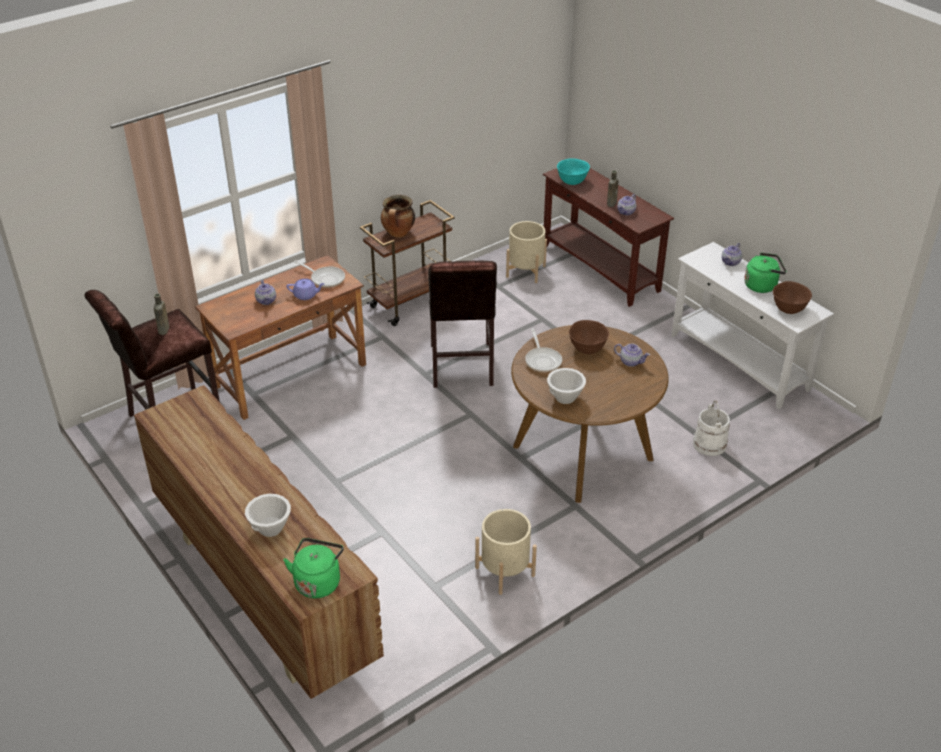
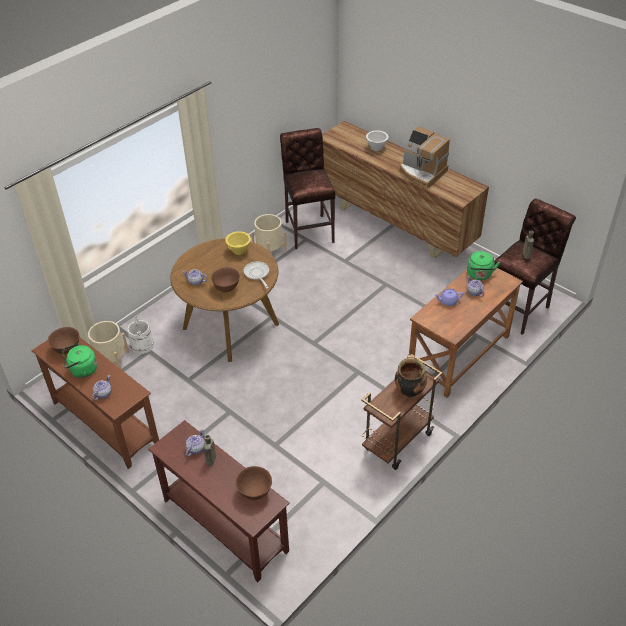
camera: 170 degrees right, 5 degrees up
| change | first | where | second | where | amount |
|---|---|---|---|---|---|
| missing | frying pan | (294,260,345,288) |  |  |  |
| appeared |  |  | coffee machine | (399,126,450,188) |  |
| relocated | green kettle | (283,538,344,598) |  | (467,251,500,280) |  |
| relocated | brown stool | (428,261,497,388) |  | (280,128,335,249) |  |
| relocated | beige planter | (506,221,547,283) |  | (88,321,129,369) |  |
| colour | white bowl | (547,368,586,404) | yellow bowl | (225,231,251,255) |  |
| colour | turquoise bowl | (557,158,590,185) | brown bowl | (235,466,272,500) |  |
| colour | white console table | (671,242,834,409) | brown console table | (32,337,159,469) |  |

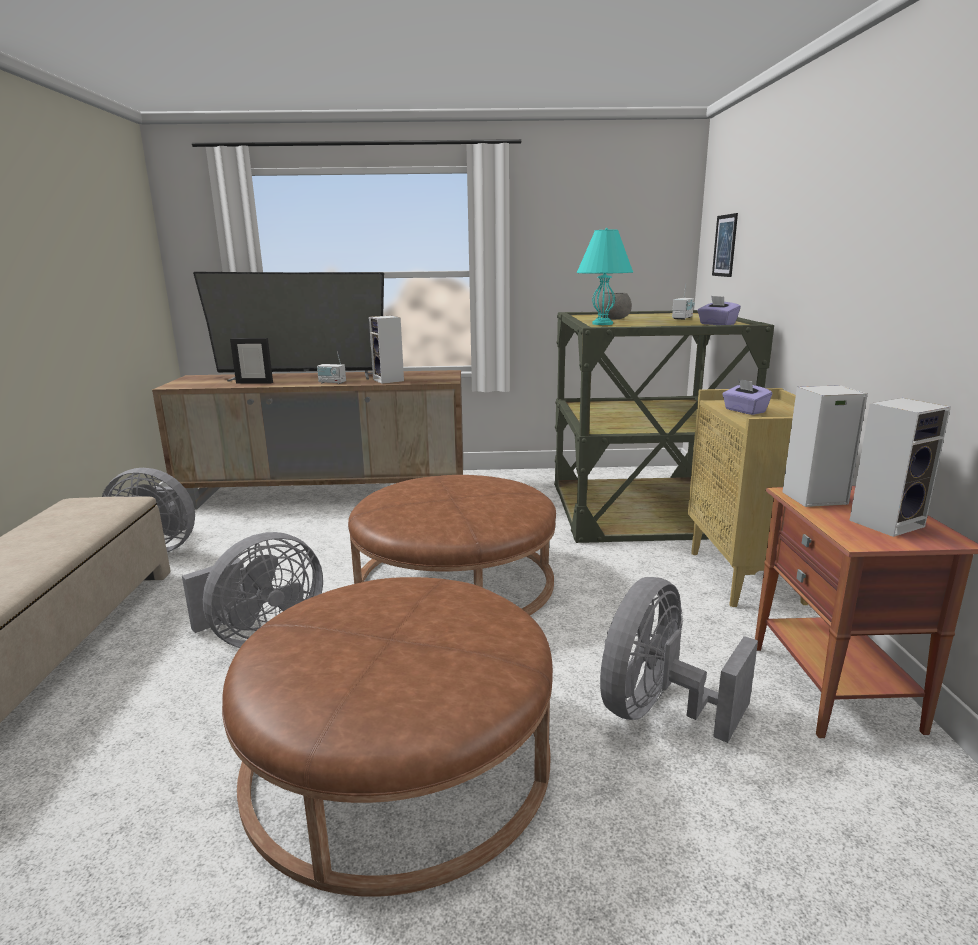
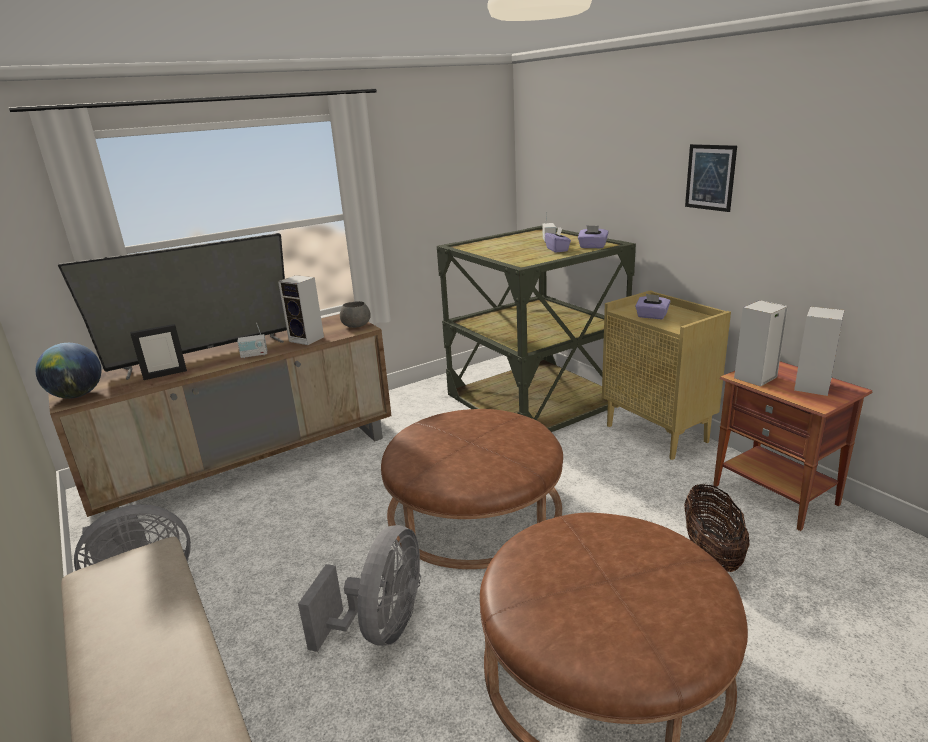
camera: 30 degrees left, 5 degrees up
| change | first | where | second | where | amount |
|---|---|---|---|---|---|
| missing | turquoise table lamp | (577,228,633,325) |  |  |  |
| appeared |  |  | globe | (35,343,101,398) |  |
| appeared |  |  | purple tissue box | (545,227,571,253) |  |
| relocated | grey bowl | (597,293,632,319) |  | (340,301,371,328) |  |
| relocated | picture | (712,213,738,277) |  | (685,144,737,212) |  |
| exchanged | grey fan | (600,577,758,743) | basket | (684,484,750,572) |  |

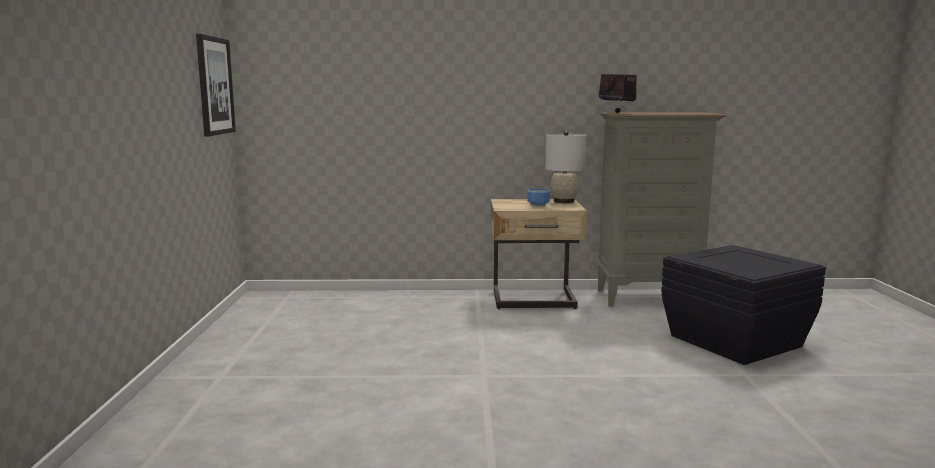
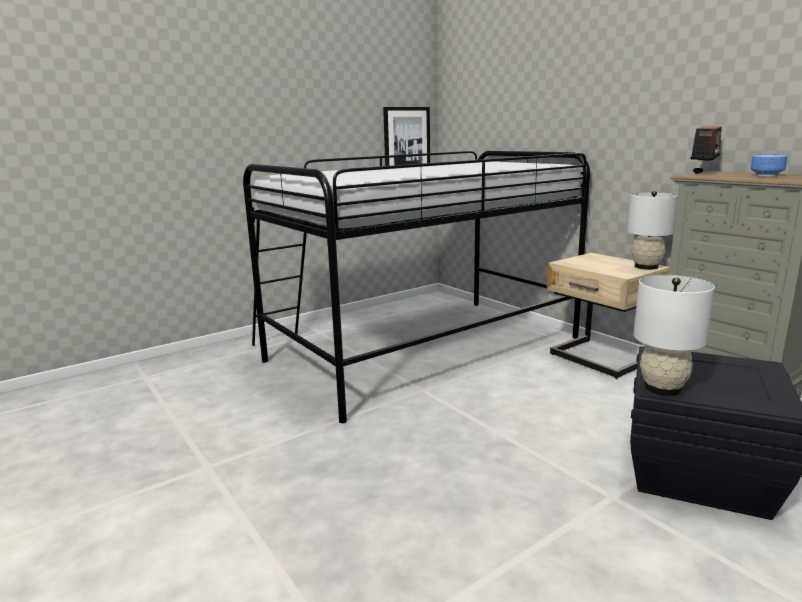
camera: 55 degrees right, 5 degrees up
| change | first | where | second | where | amount |
|---|---|---|---|---|---|
| appeared |  |  | black bed | (243,151,590,423) |  |
| appeared |  |  | white table lamp | (633,275,715,396) |  |
| relocated | bowl | (527,188,550,207) |  | (751,154,788,176) |  |

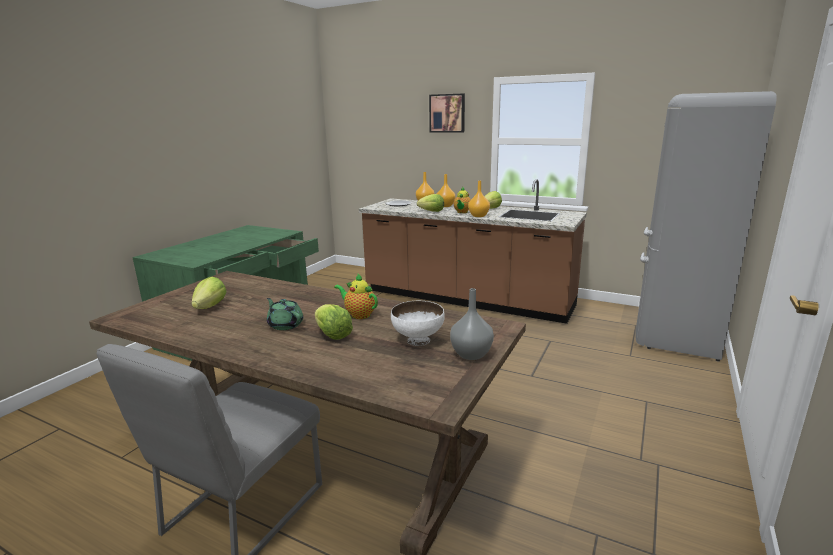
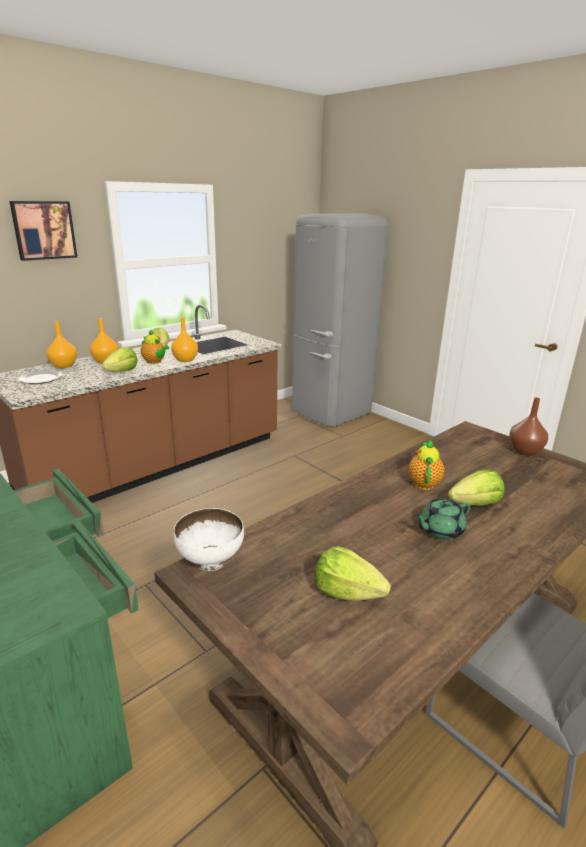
camera: 70 degrees left, 5 degrees up
| change | first | where | second | where | amount |
|---|---|---|---|---|---|
| relocated | white bowl | (391,301,445,346) |  | (173,508,244,571) |  |
| colour | grey vase | (450,288,494,360) | brown vase | (509,398,548,456) |  |
| spun | teapot | (334,274,378,319) |  | (408,439,444,490) | 135 degrees clockwise |

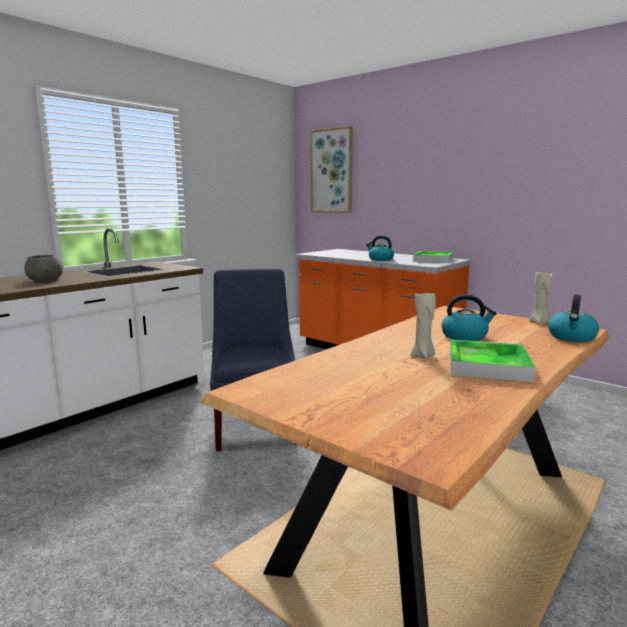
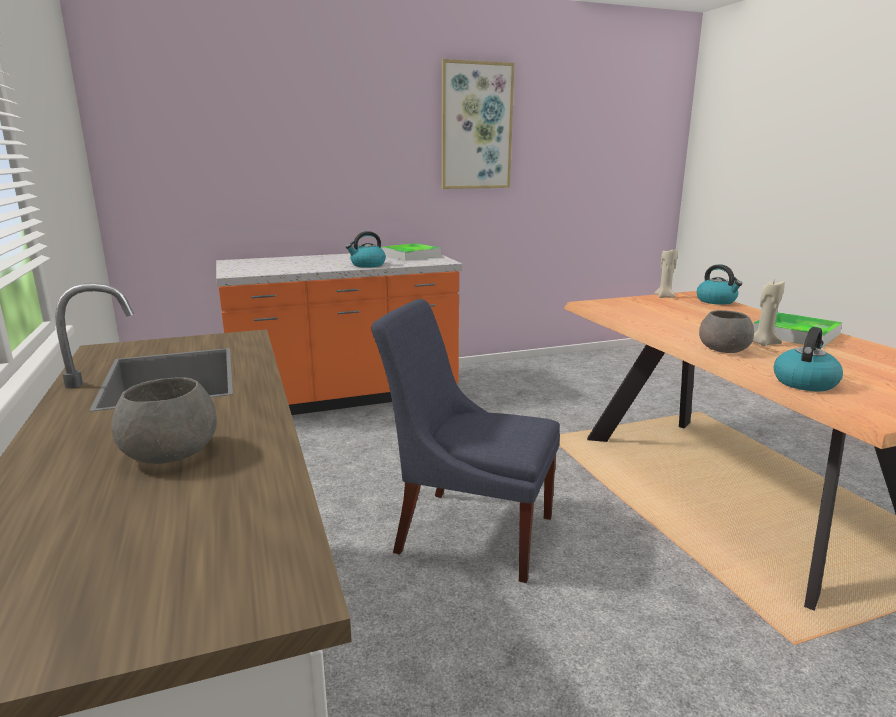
camera: 60 degrees left, 5 degrees up
| change | first | where | second | where | amount |
|---|---|---|---|---|---|
| appeared |  |  | grey bowl | (699,310,754,353) |  |
| relocated | picture | (310,126,353,213) |  | (441,59,515,189) |  |
| relocated | kettle | (442,294,497,341) |  | (774,327,843,391) |  |

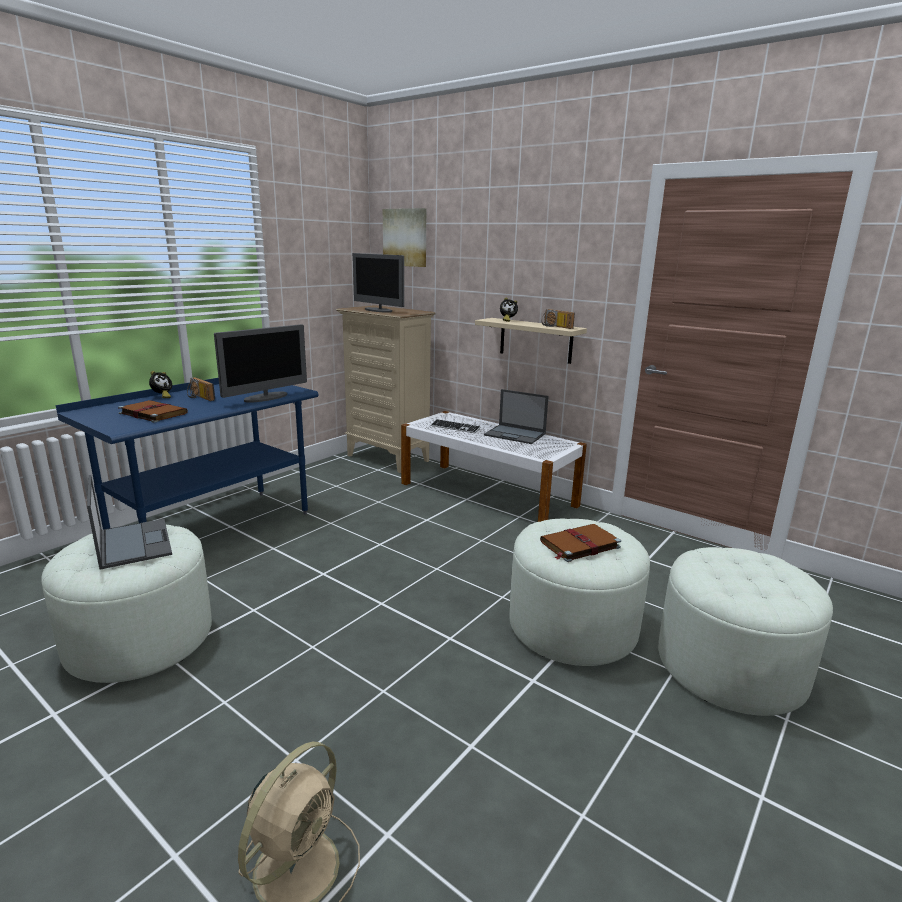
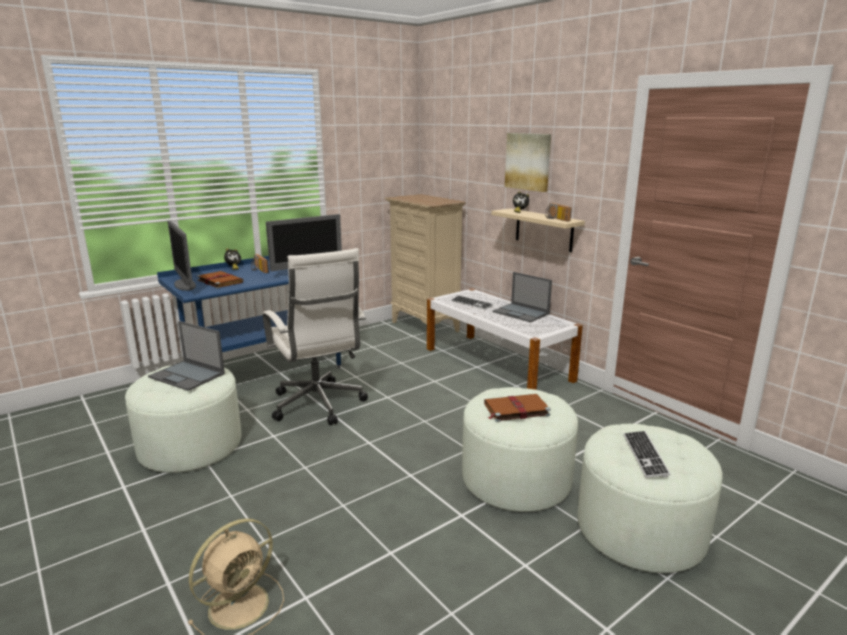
camera: 15 degrees right, 0 degrees up
| change | first | where | second | where | amount |
|---|---|---|---|---|---|
| appeared |  |  | white office chair | (263,248,368,425) |  |
| appeared |  |  | keyboard | (623,431,671,478) |  |
| relocated | monitor | (353,253,404,313) |  | (168,221,196,291) |  |
| relocated | picture | (383,208,426,267) |  | (505,133,551,192) |  |
| spun | laptop | (87,475,172,570) |  | (148,321,225,391) | 135 degrees clockwise |

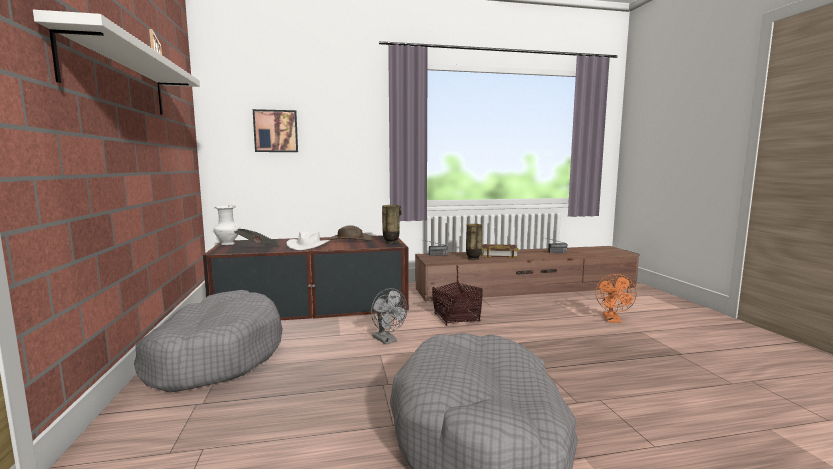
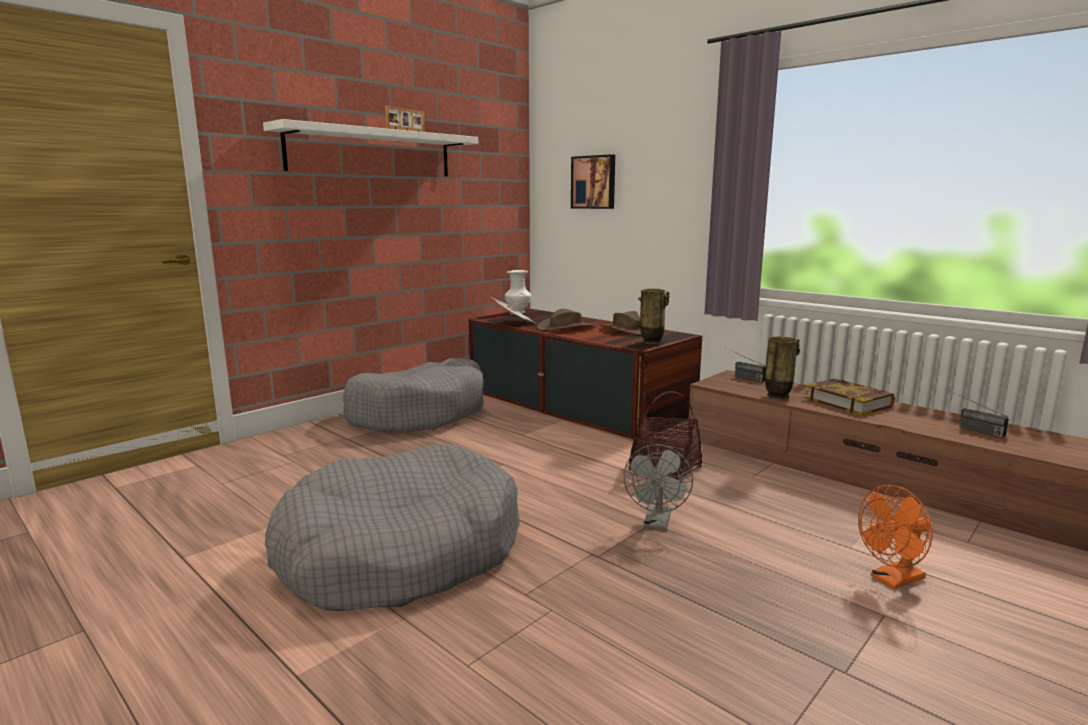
camera: 55 degrees right, 5 degrees up
| change | first | where | second | where | amount |
|---|---|---|---|---|---|
| relocated | grey fan | (371,288,407,345) |  | (624,444,693,530) |  |
| colour | white hat | (287,231,330,250) | brown hat | (537,309,595,331) |  |

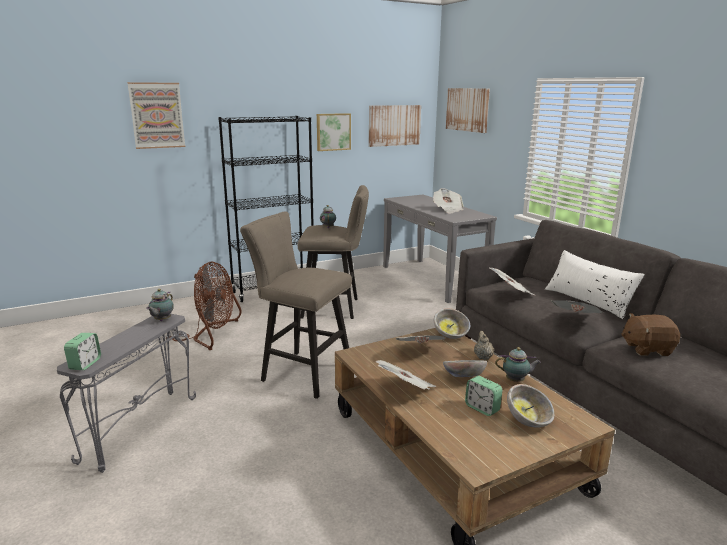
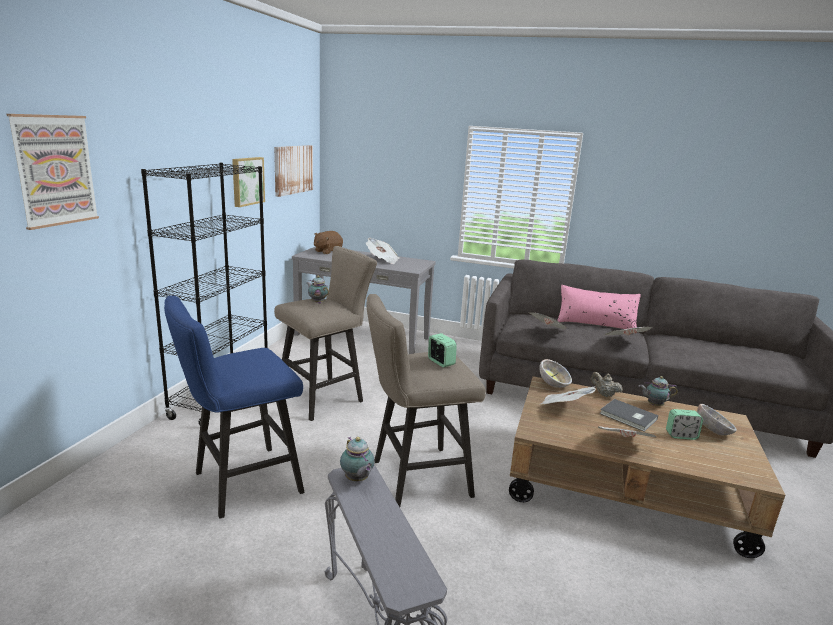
camera: 45 degrees left, 0 degrees up
| change | first | where | second | where | amount |
|---|---|---|---|---|---|
| missing | picture | (446,88,490,133) |  |  |  |
| relocated | alarm clock | (64,333,101,370) |  | (428,333,457,367) |  |
| relocated | brown plush toy | (621,313,680,356) |  | (314,231,343,254) |  |
| exchanged | brown fan | (166,262,241,350) | blue stool | (164,296,305,518) |  |
| exchanged | bowl | (443,360,487,377) | grey book | (599,399,658,431) |  |
| colour | white pillow | (545,250,645,319) | pink pillow | (557,285,641,329) |  |
| spun | teapot | (495,347,541,382) |  | (639,376,678,406) | 135 degrees counterclockwise |

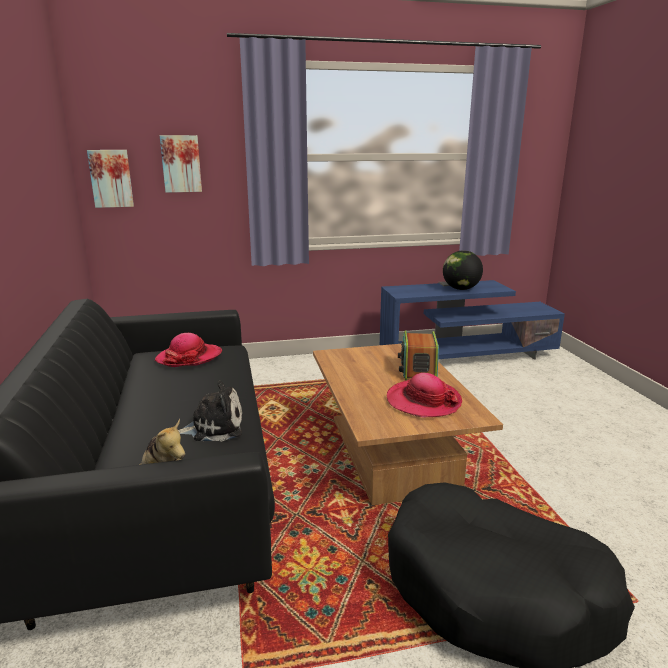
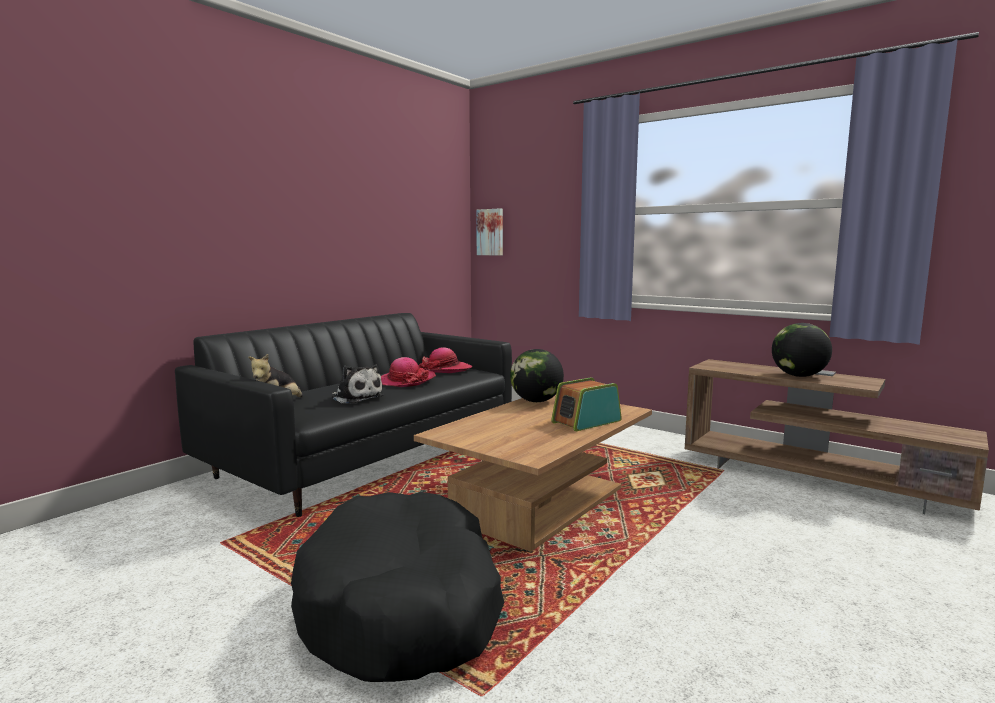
camera: 50 degrees right, 10 degrees down
| change | first | where | second | where | amount |
|---|---|---|---|---|---|
| missing | picture | (160,135,202,193) |  |  |  |
| appeared |  |  | globe | (510,349,564,402) |  |
| relocated | hat | (387,373,462,417) |  | (381,357,436,387) |  |
| colour | blue tv stand | (380,280,565,360) | brown tv stand | (685,359,989,514) |  |

